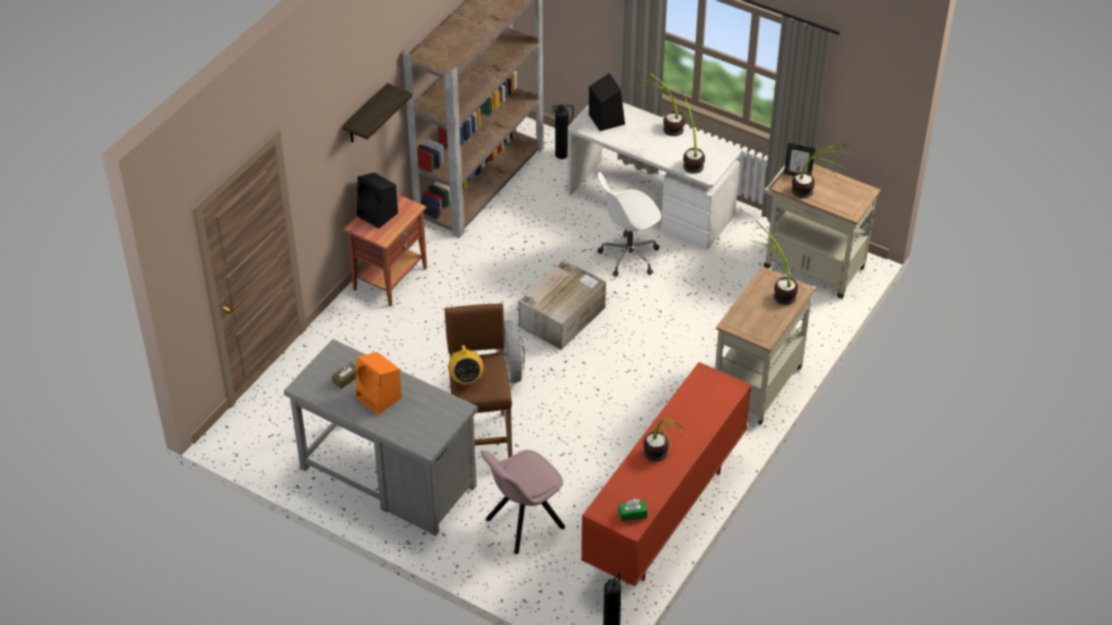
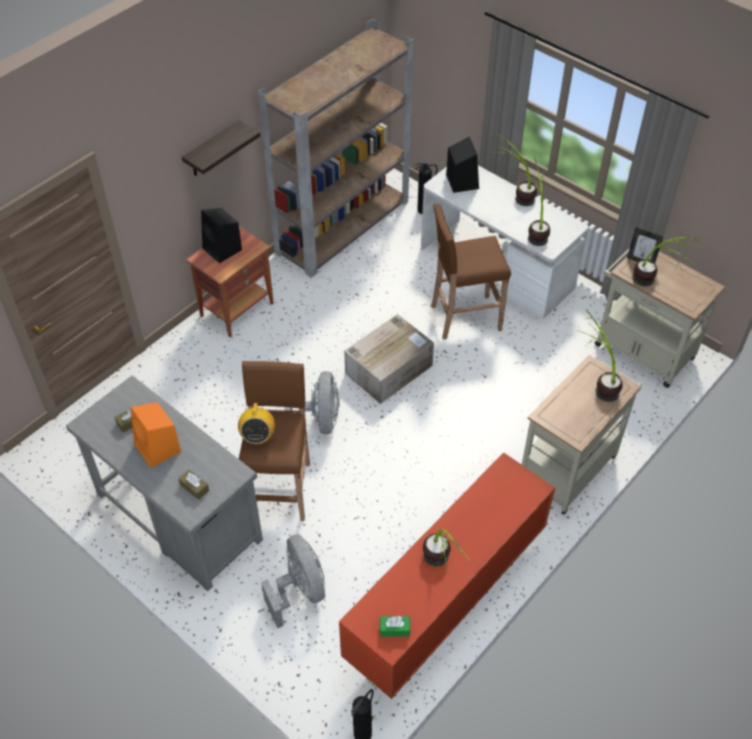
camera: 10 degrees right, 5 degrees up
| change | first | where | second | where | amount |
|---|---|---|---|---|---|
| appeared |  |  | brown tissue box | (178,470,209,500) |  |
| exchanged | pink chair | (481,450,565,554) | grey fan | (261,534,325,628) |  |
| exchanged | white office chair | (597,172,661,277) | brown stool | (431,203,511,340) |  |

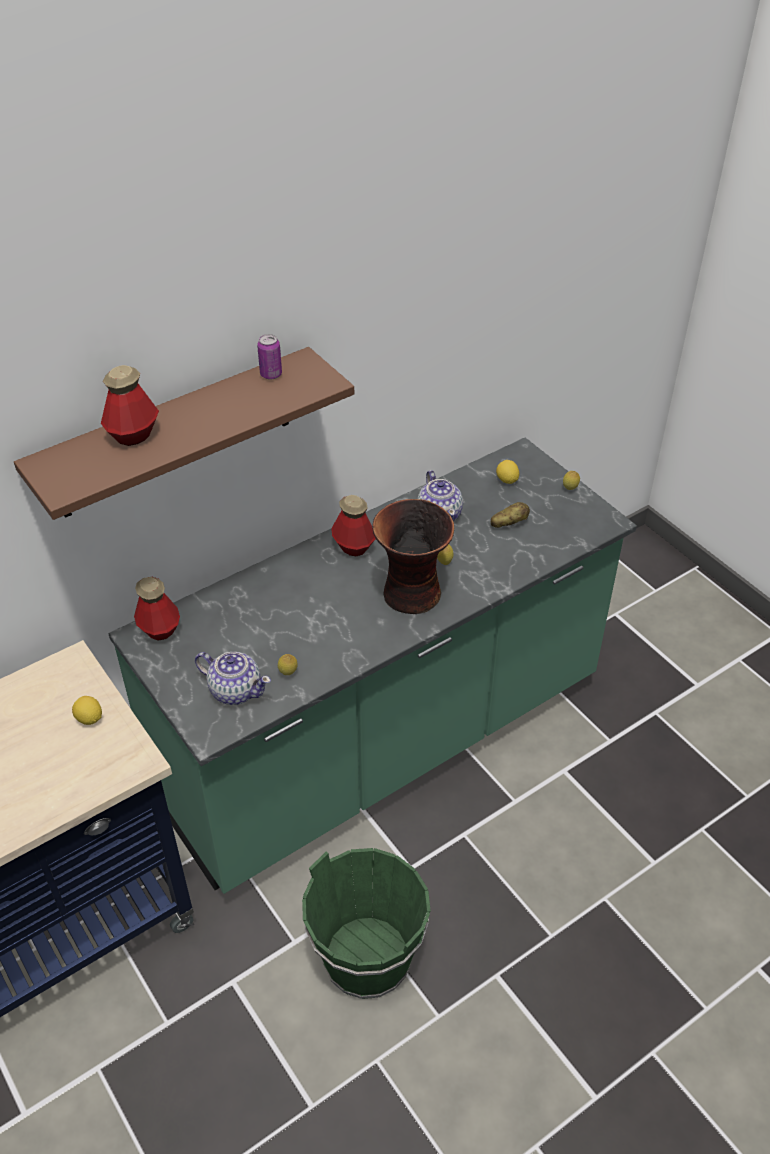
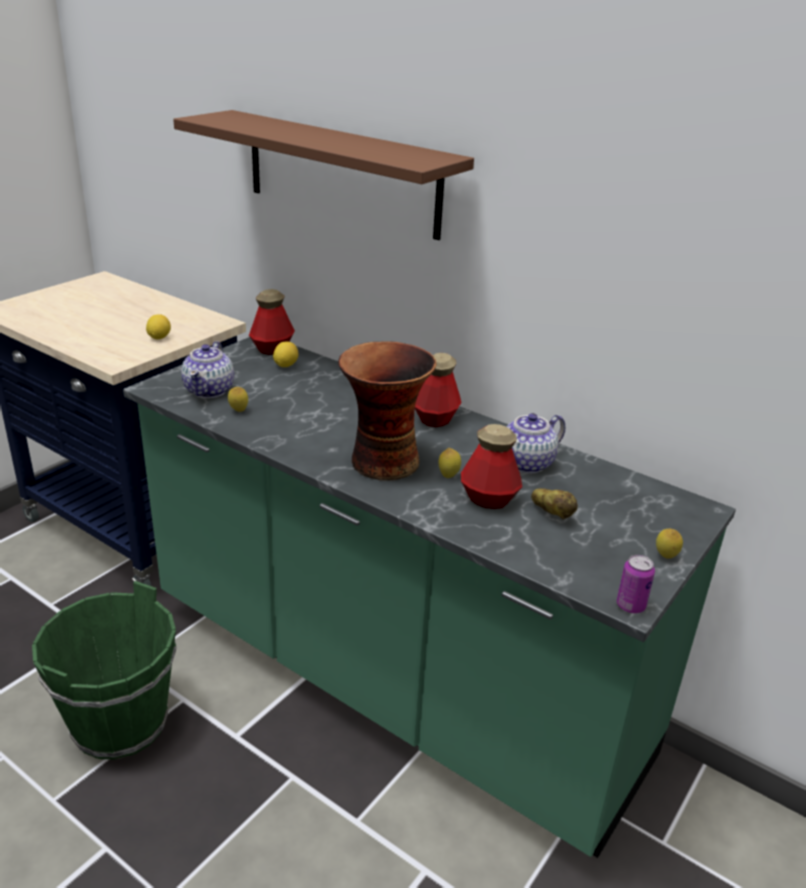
camera: 70 degrees right, 15 degrees down
| change | first | where | second | where | amount |
|---|---|---|---|---|---|
| relocated | bottle | (101,365,159,446) |  | (461,424,522,509) |  |
| relocated | can | (257,334,282,380) |  | (617,555,655,613) |  |
| relocated | lemon | (496,460,519,484) |  | (273,341,298,367) |  |

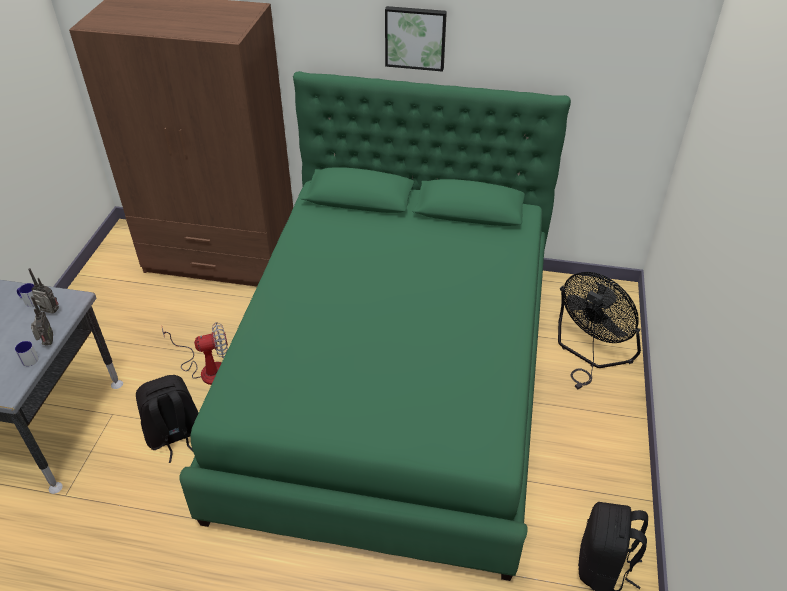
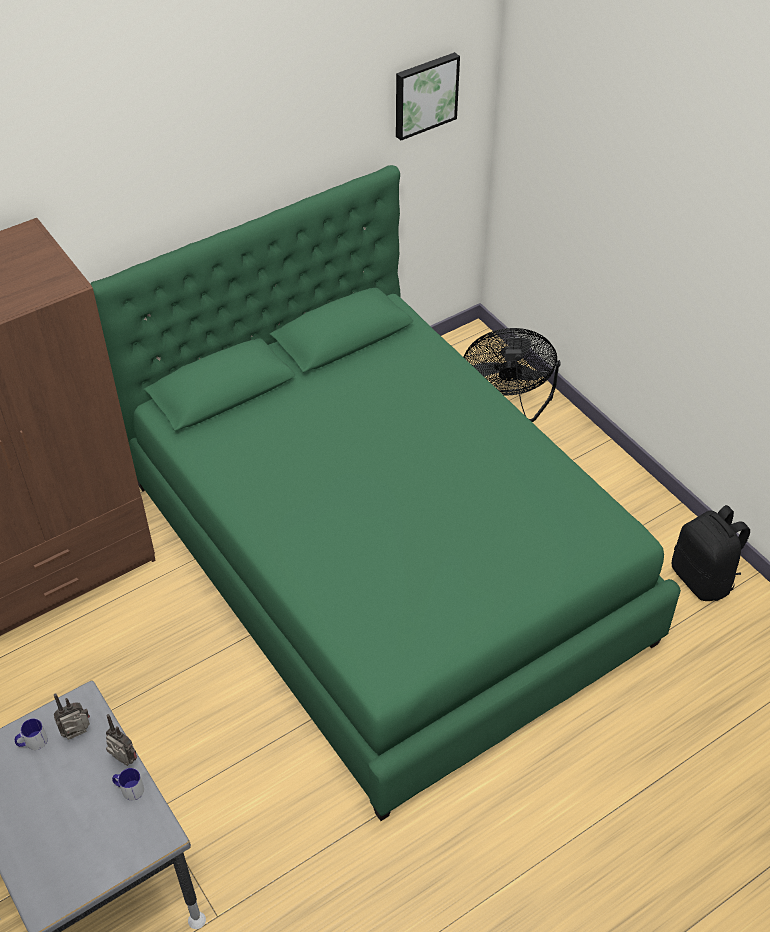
camera: 45 degrees left, 5 degrees up
| change | first | where | second | where | amount |
|---|---|---|---|---|---|
| missing | black backpack | (136,375,198,463) |  |  |  |
| missing | fan | (162,322,228,385) |  |  |  |
| relocated | picture | (385,6,447,72) |  | (396,52,460,141) |  |

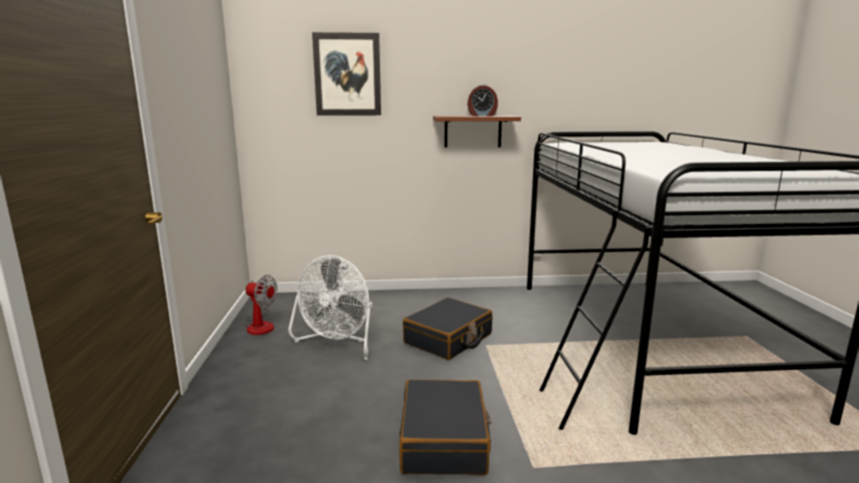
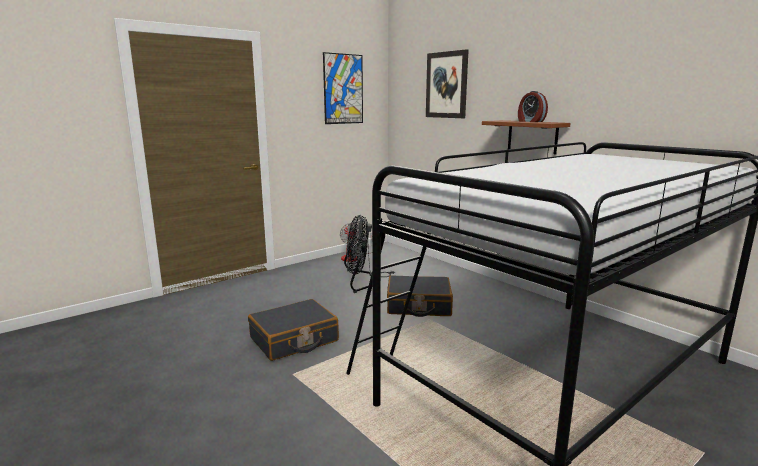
camera: 55 degrees right, 0 degrees up
| change | first | where | second | where | amount |
|---|---|---|---|---|---|
| appeared |  |  | picture | (323,52,363,124) |  |
| colour | white fan | (288,255,373,360) | black fan | (344,215,395,293) |  |

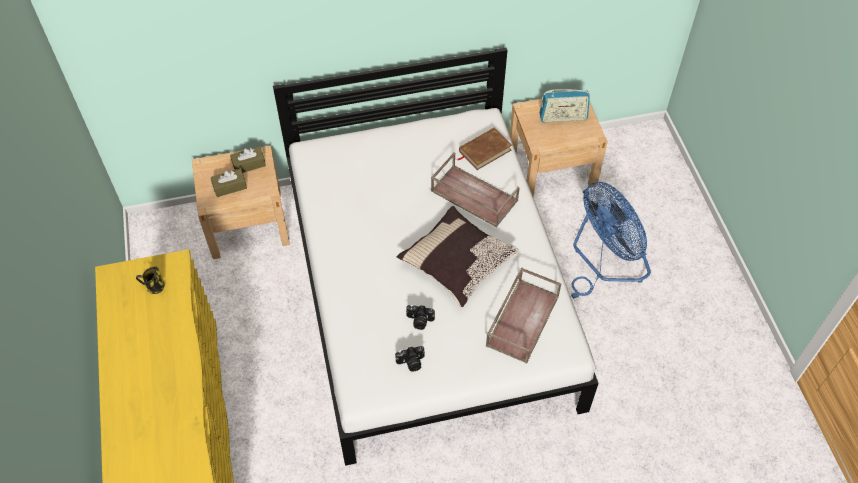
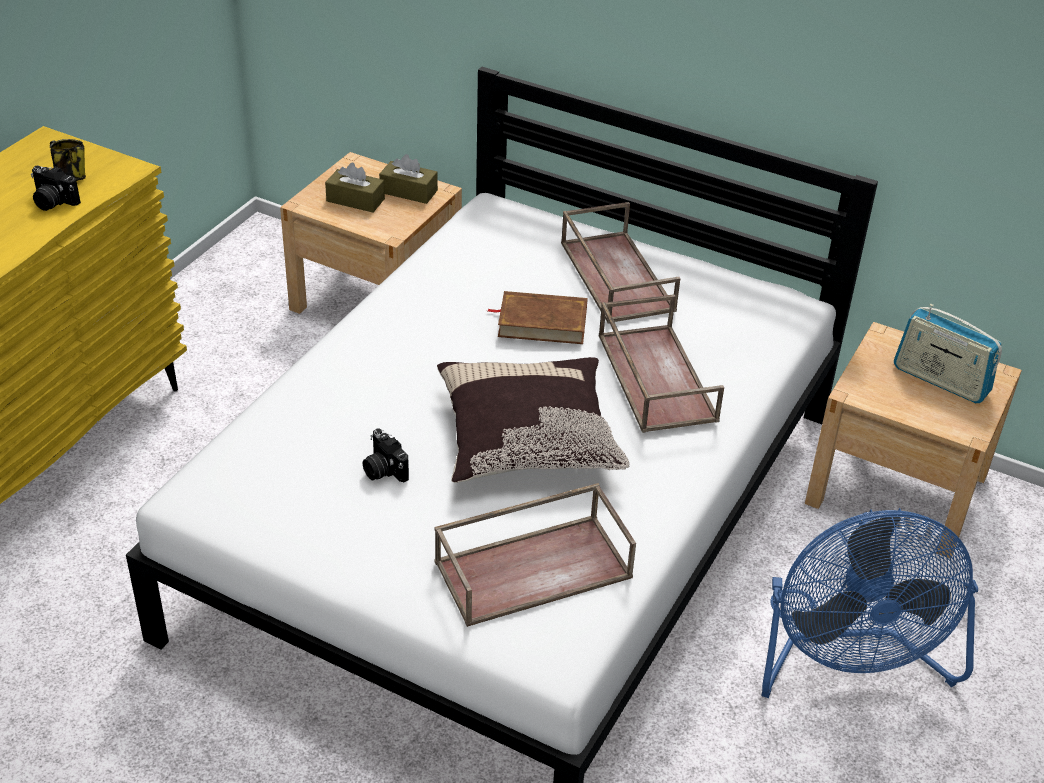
camera: 40 degrees right, 15 degrees down
| change | first | where | second | where | amount |
|---|---|---|---|---|---|
| appeared |  |  | brown tray | (561,202,680,323) |  |
| relocated | photo camera | (395,346,425,372) |  | (31,166,81,211) |  |
| relocated | brown book | (457,128,512,170) |  | (488,291,588,344) |  |
| spun | blue fan | (571,182,651,299) |  | (761,508,978,698) | 75 degrees clockwise |

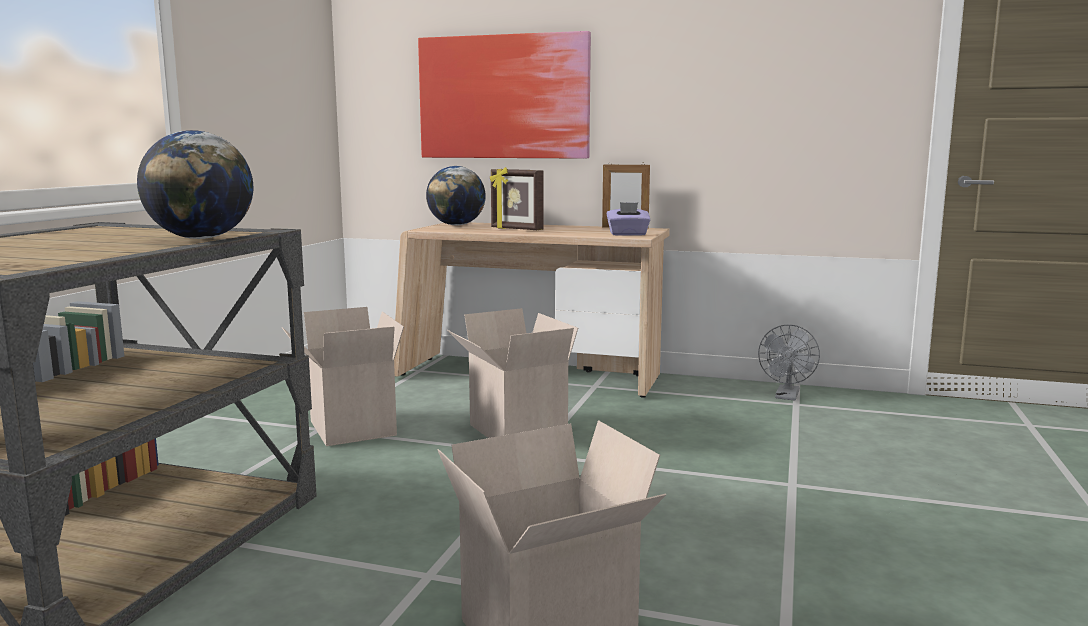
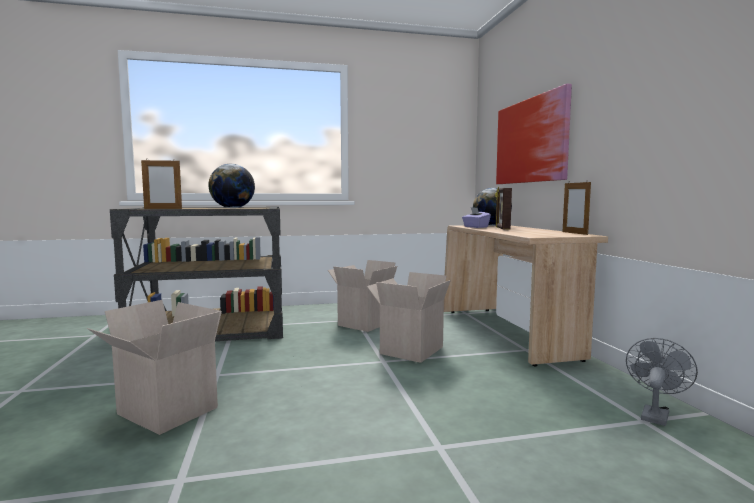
camera: 60 degrees right, 5 degrees down
| change | first | where | second | where | amount |
|---|---|---|---|---|---|
| appeared |  |  | picture frame | (141,160,182,209) |  |
| relocated | purple tissue box | (607,202,650,236) |  | (462,207,491,228) |  |
| spun | grey fan | (758,325,820,401) |  | (626,338,698,426) | 135 degrees clockwise |

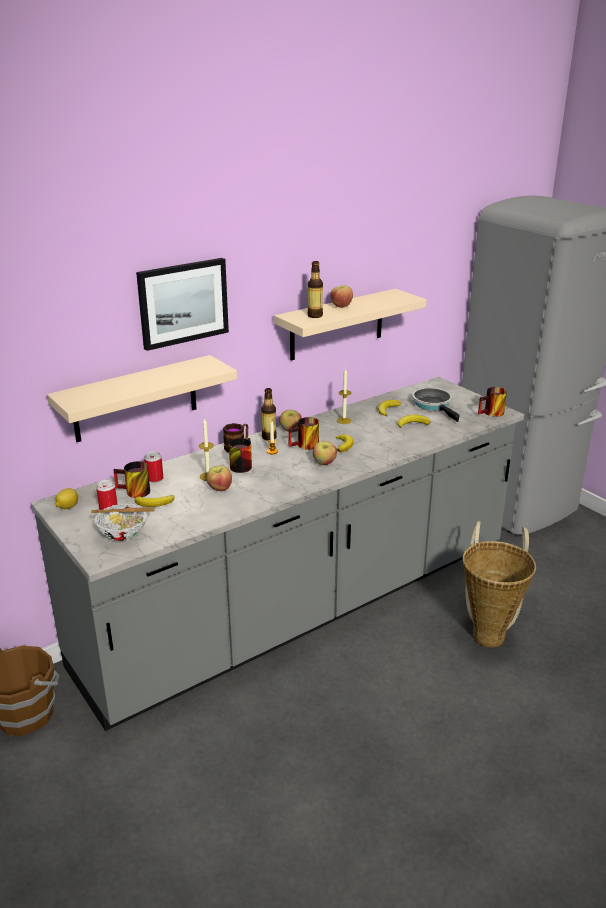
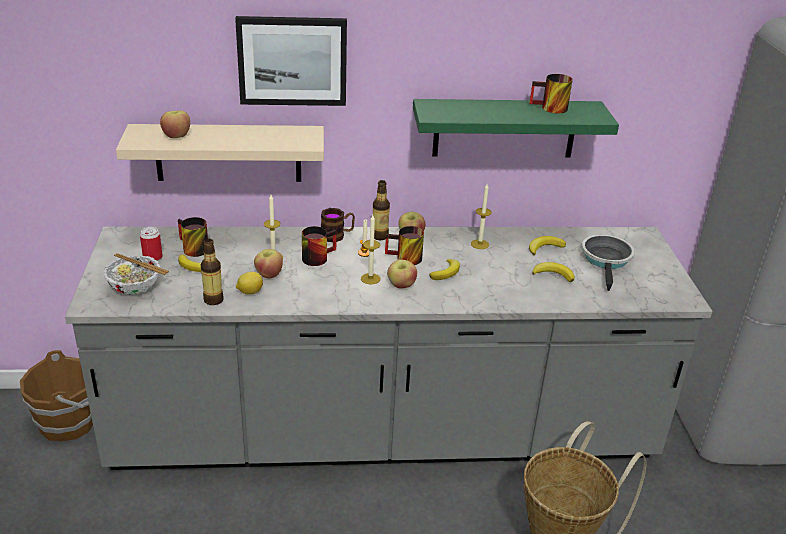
camera: 30 degrees right, 5 degrees up
| change | first | where | second | where | amount |
|---|---|---|---|---|---|
| missing | can | (144,451,163,482) |  |  |  |
| appeared |  |  | candle | (361,215,380,284) |  |
| relocated | lemon | (55,488,78,509) |  | (236,272,263,294) |  |
| relocated | bottle | (308,261,323,318) |  | (201,239,223,305) |  |
| relocated | apple | (330,285,353,308) |  | (160,110,190,138) |  |
| relocated | mug | (478,387,507,417) |  | (529,74,573,113) |  |
| colour | beige shelf | (274,289,427,360) | green shelf | (413,99,619,157) |  |

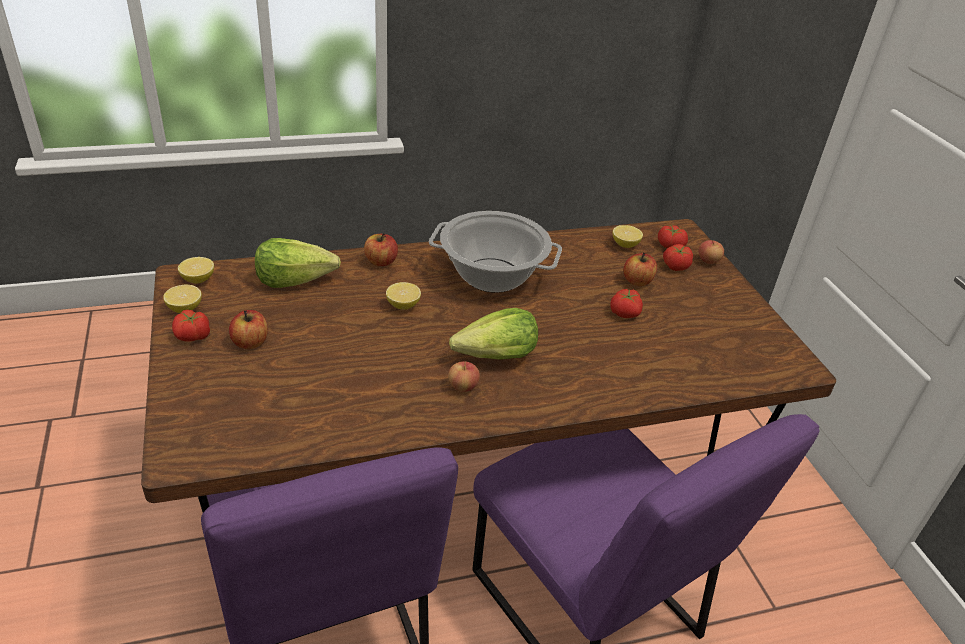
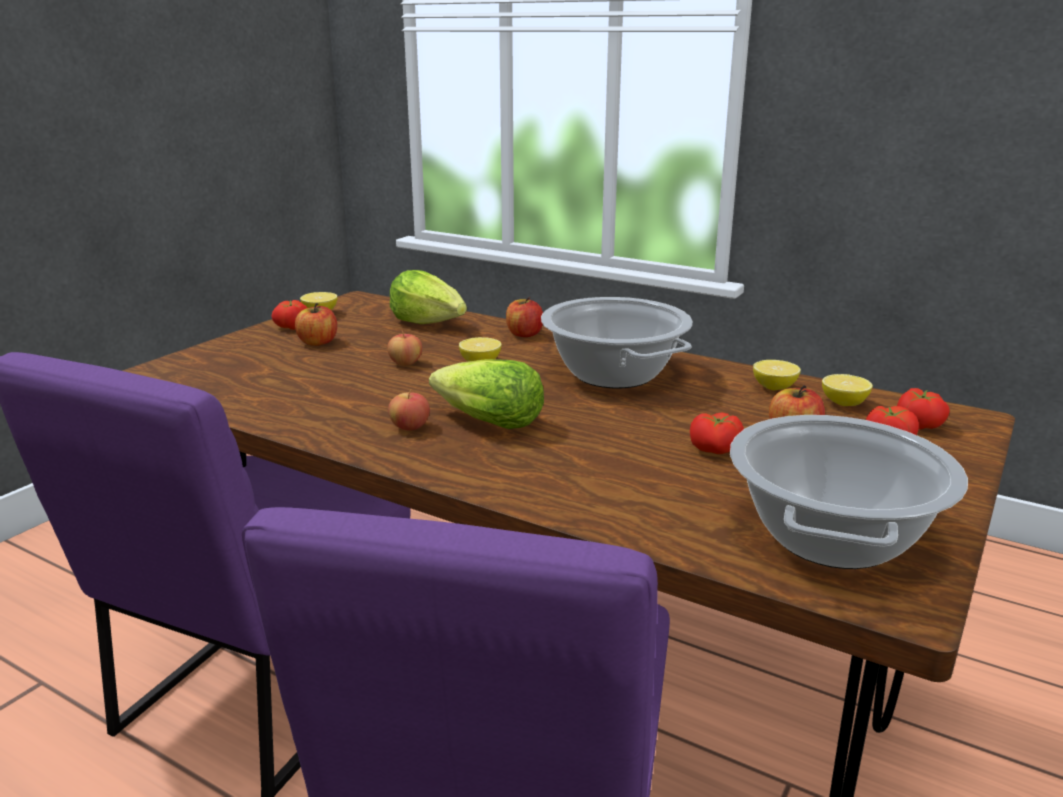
camera: 50 degrees right, 15 degrees down
| change | first | where | second | where | amount |
|---|---|---|---|---|---|
| appeared |  |  | cooking pot | (730,415,968,569) |  |
| relocated | lemon | (178,257,214,284) |  | (753,360,801,390) |  |
| relocated | apple | (699,240,724,264) |  | (387,330,422,366) |  |

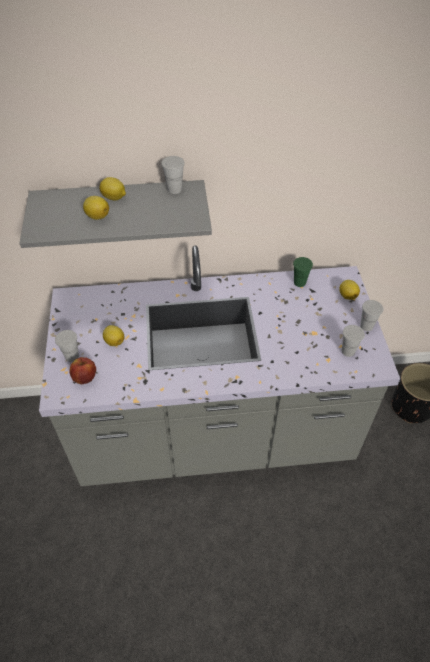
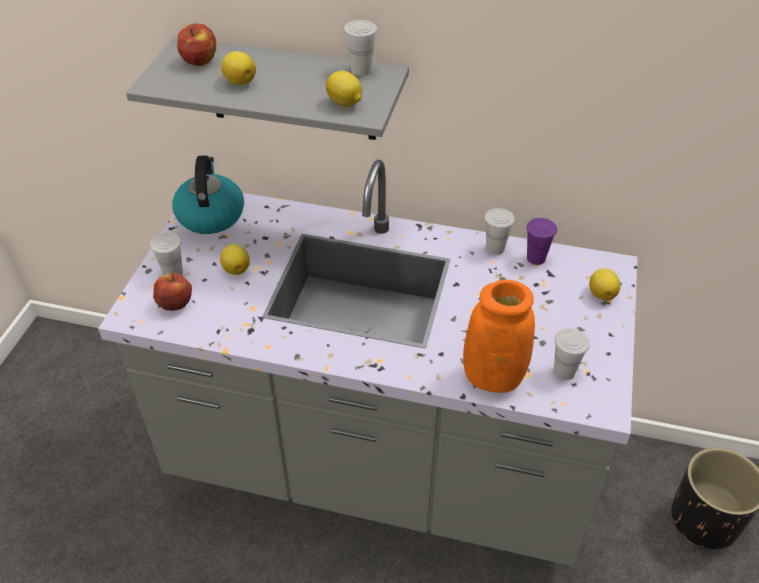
camera: 20 degrees right, 5 degrees down
| change | first | where | second | where | amount |
|---|---|---|---|---|---|
| appeared |  |  | kettle | (172,155,244,234) |  |
| appeared |  |  | apple | (177,24,216,66) |  |
| appeared |  |  | orange vase | (463,280,535,393) |  |
| relocated | lemon | (99,177,126,201) |  | (326,71,362,107) |  |
| relocated | white cup | (360,300,384,331) |  | (484,208,515,255) |  |
| colour | green cup | (293,257,313,287) | purple cup | (526,218,557,265) |  |

